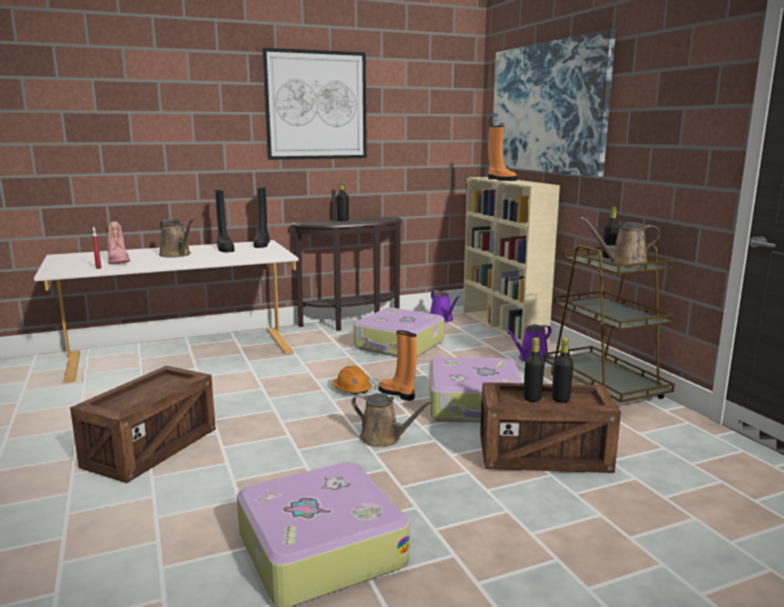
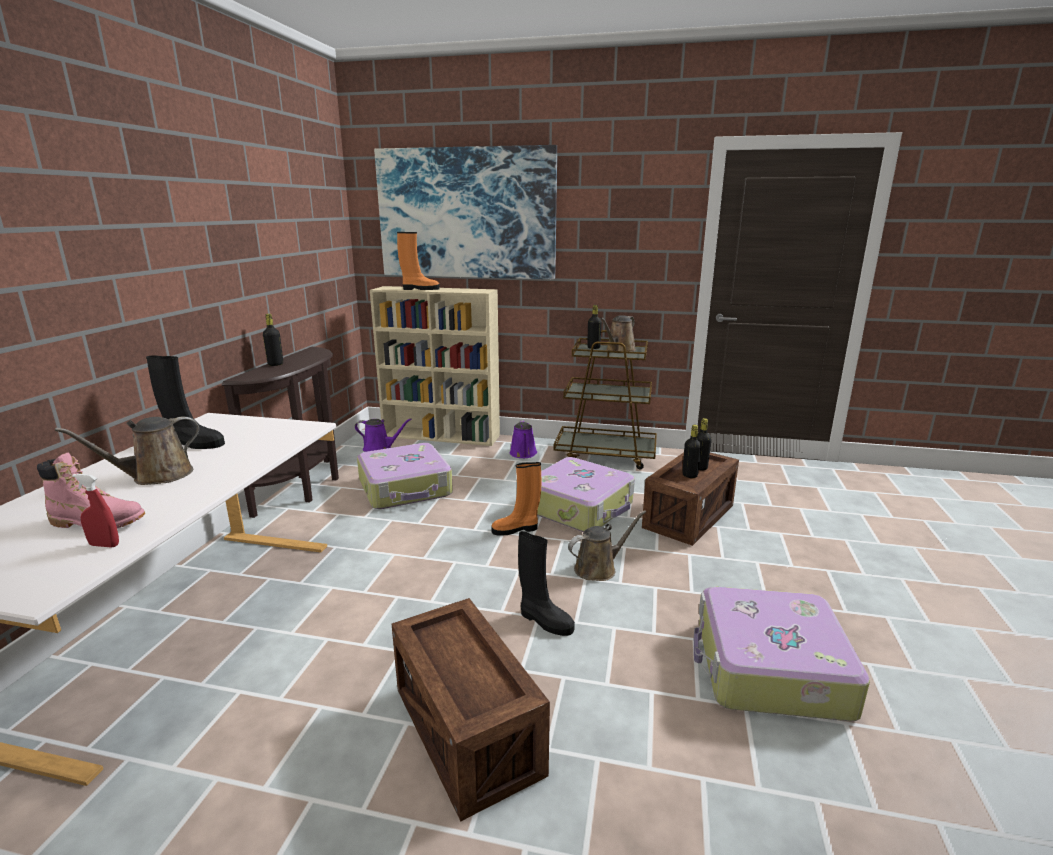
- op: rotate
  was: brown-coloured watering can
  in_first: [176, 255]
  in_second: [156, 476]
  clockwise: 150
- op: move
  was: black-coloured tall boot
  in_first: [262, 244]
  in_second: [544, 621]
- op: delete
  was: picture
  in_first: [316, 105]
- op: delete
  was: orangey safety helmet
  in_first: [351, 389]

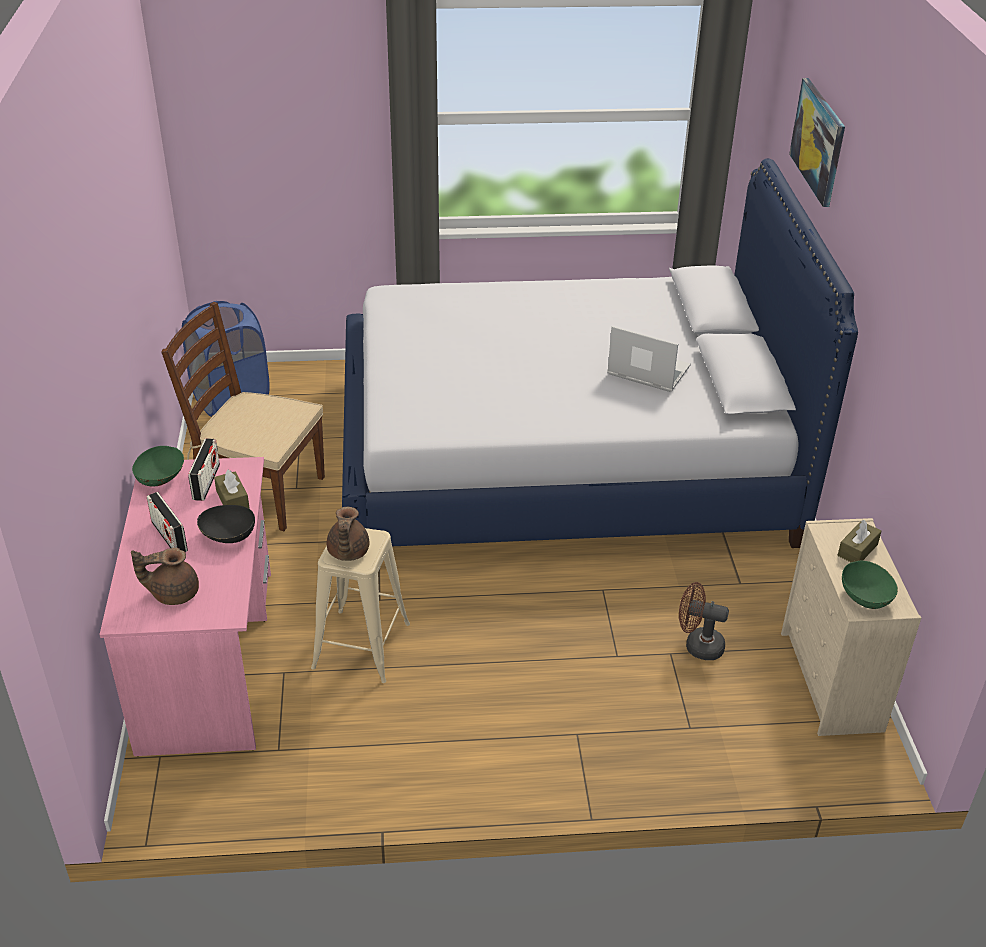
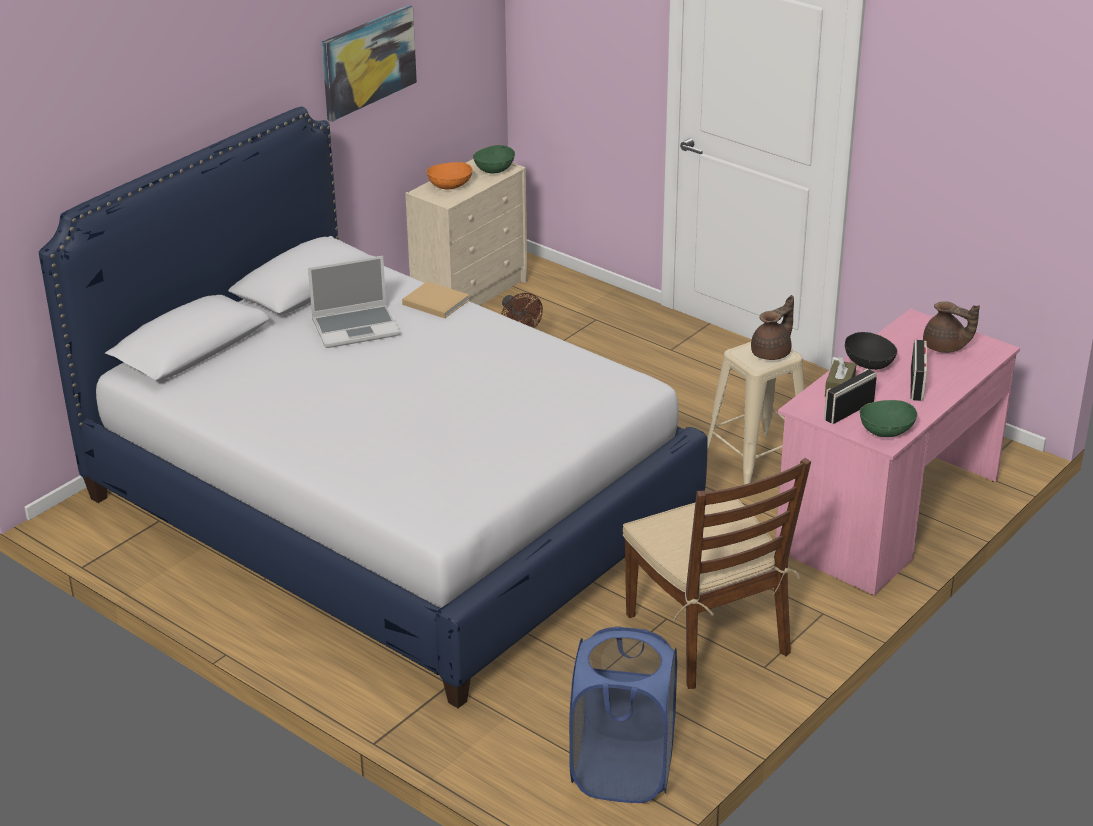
- op: rotate
  was: notebook computer
  in_first: [647, 371]
  in_second: [356, 327]
  clockwise: -90
- op: move
  was: picture
  in_first: [818, 141]
  in_second: [368, 62]
- op: insert
  now: sand-coloured bound book
  in_second: [434, 302]
- op: replace
  was: brown-coloured tissue holder
  now: orangey bowl
  in_first: [857, 550]
  in_second: [450, 186]

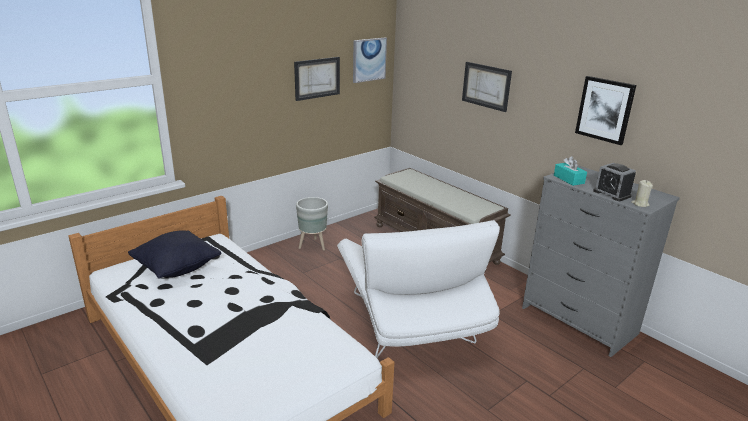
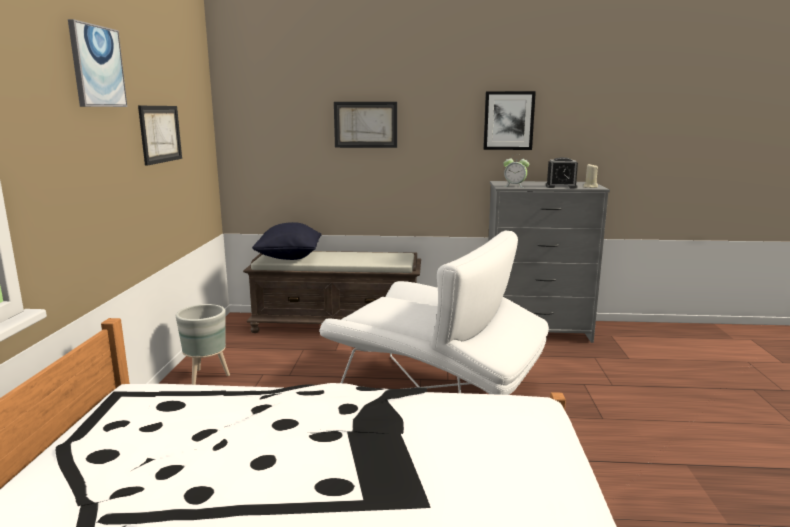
- op: move
  was: picture
  in_first: [369, 59]
  in_second: [97, 66]
- op: move
  was: black-coloured pillow
  in_first: [177, 269]
  in_second: [289, 258]
- op: replace
  was: turquoise-coloured tissue holder
  now: table clock
  in_first: [568, 179]
  in_second: [515, 186]

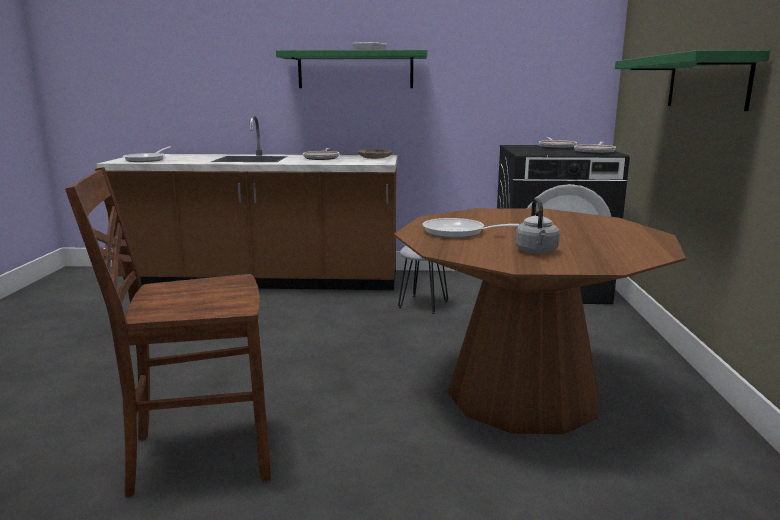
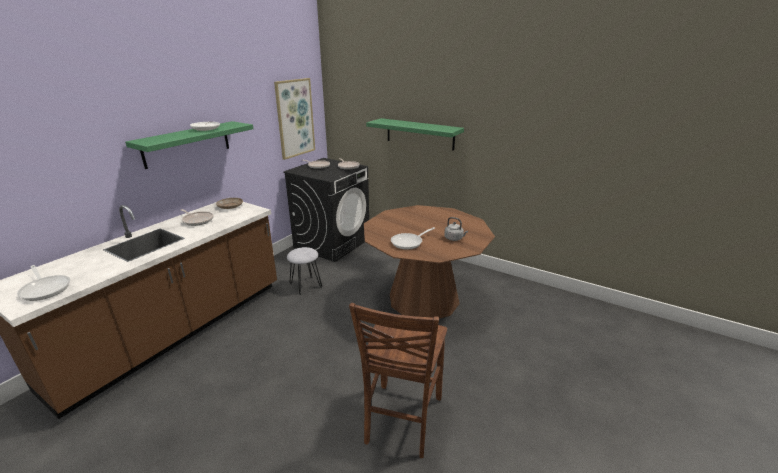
- op: insert
  now: picture
  in_second: [295, 118]

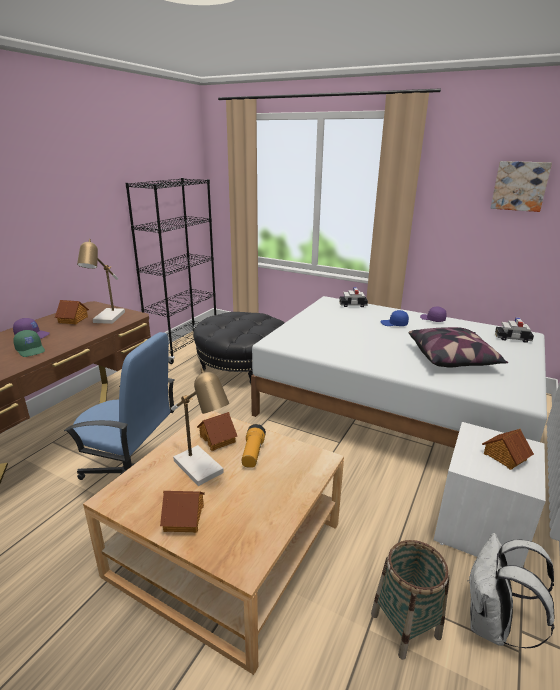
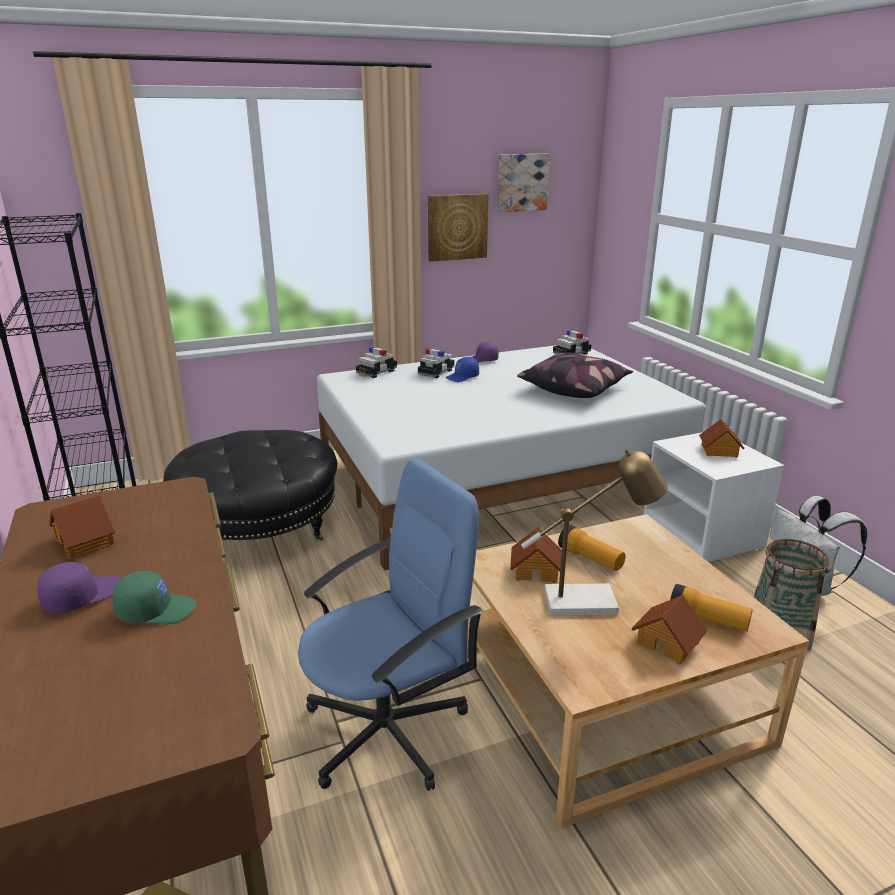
- op: insert
  now: toy car
  in_second: [436, 372]
- op: insert
  now: picture
  in_second: [457, 227]
- op: insert
  now: hand torch
  in_second: [707, 620]
- op: delete
  was: lamp for a table
  in_first: [108, 319]

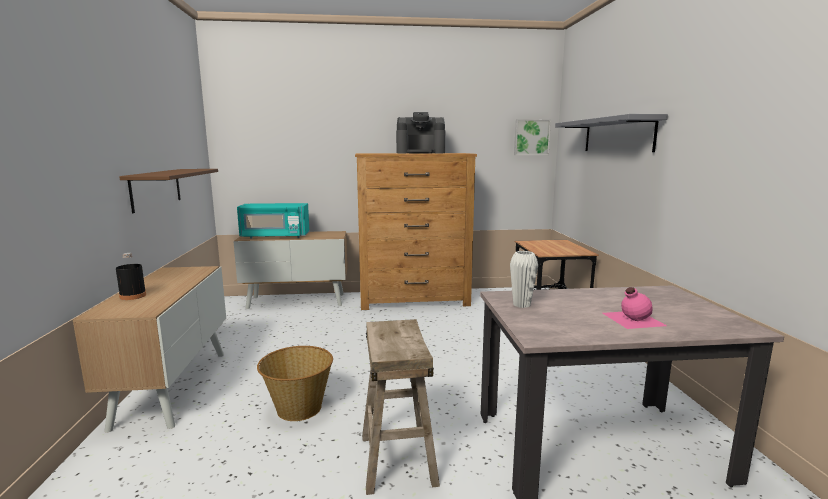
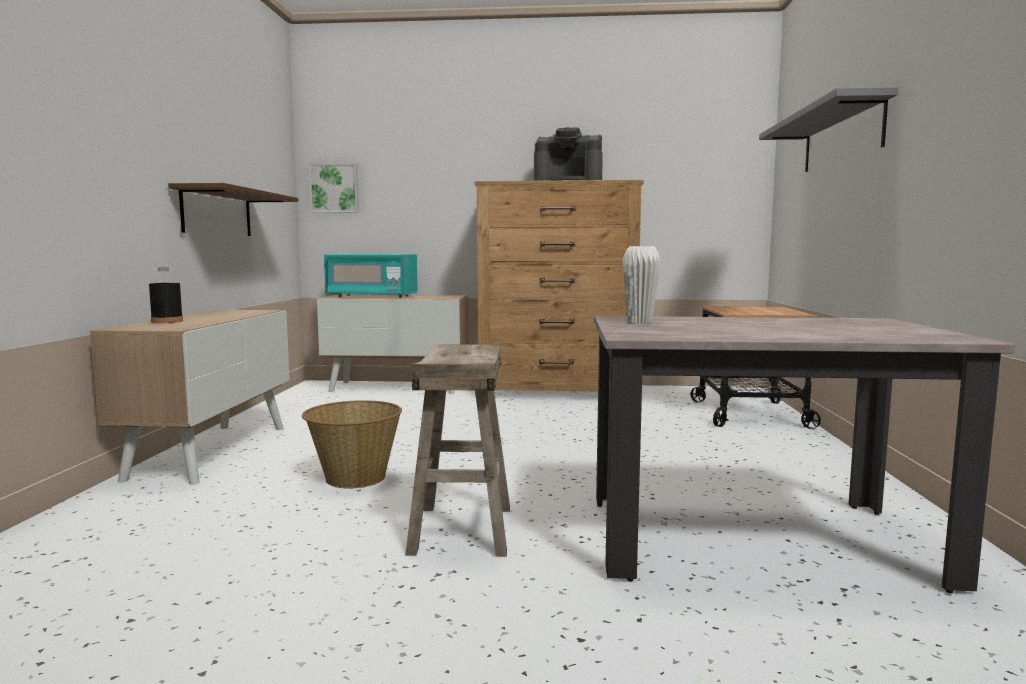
- op: move
  was: picture
  in_first: [531, 137]
  in_second: [334, 188]
- op: delete
  was: pinkish drink bottle
  in_first: [632, 319]

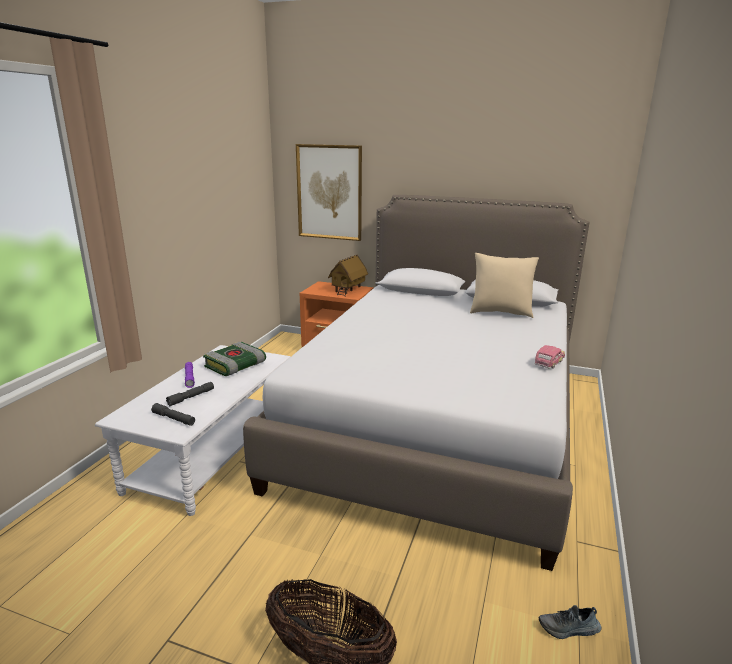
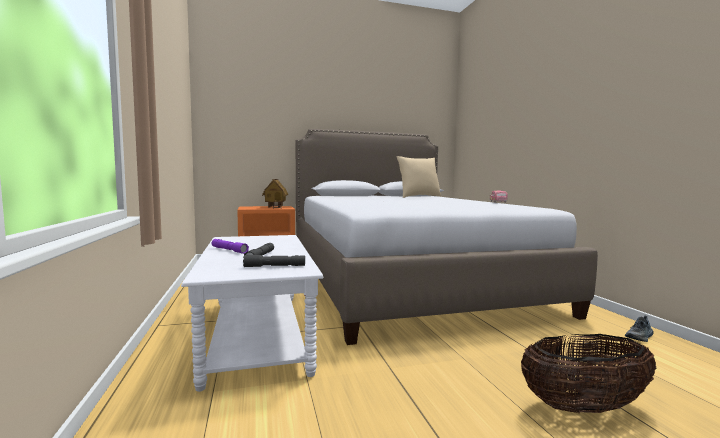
- op: delete
  was: bound book
  in_first: [235, 366]
- op: delete
  was: picture
  in_first: [329, 192]

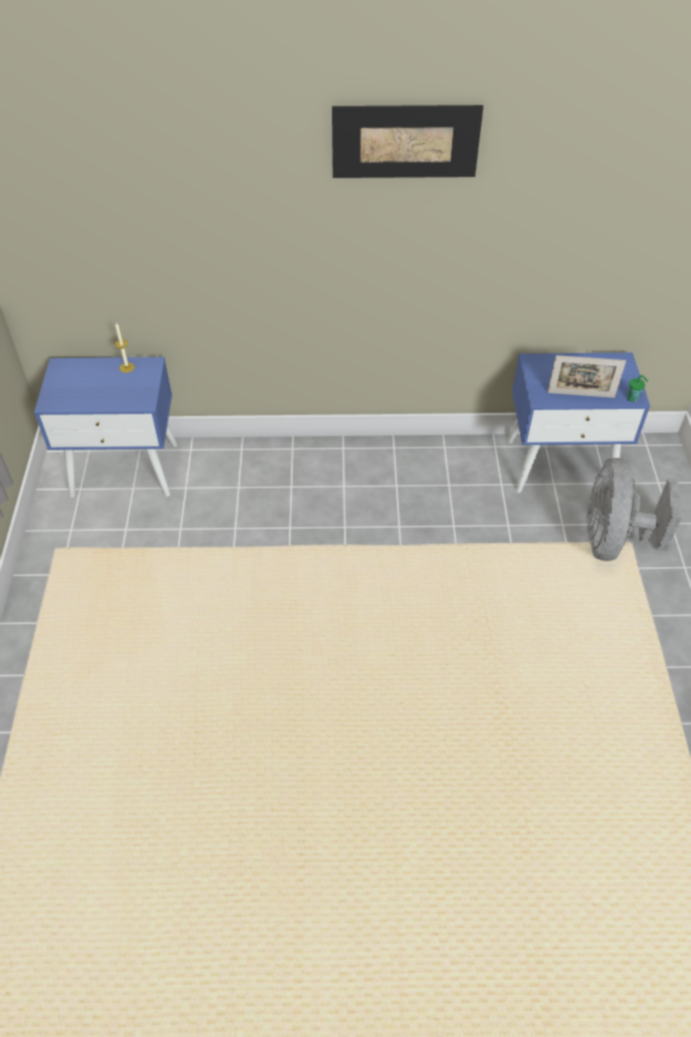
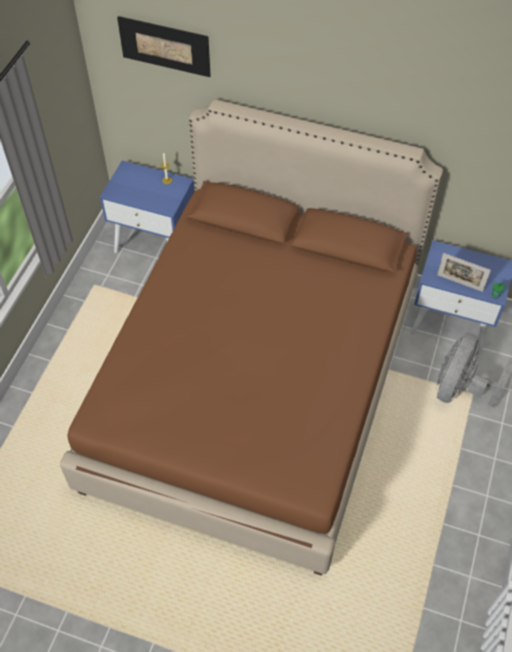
- op: insert
  now: brown-coloured bed
  in_second: [256, 385]
- op: move
  was: picture
  in_first: [405, 141]
  in_second: [164, 46]

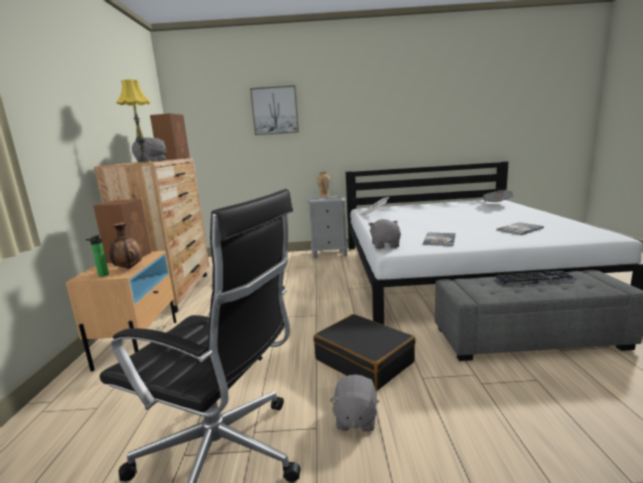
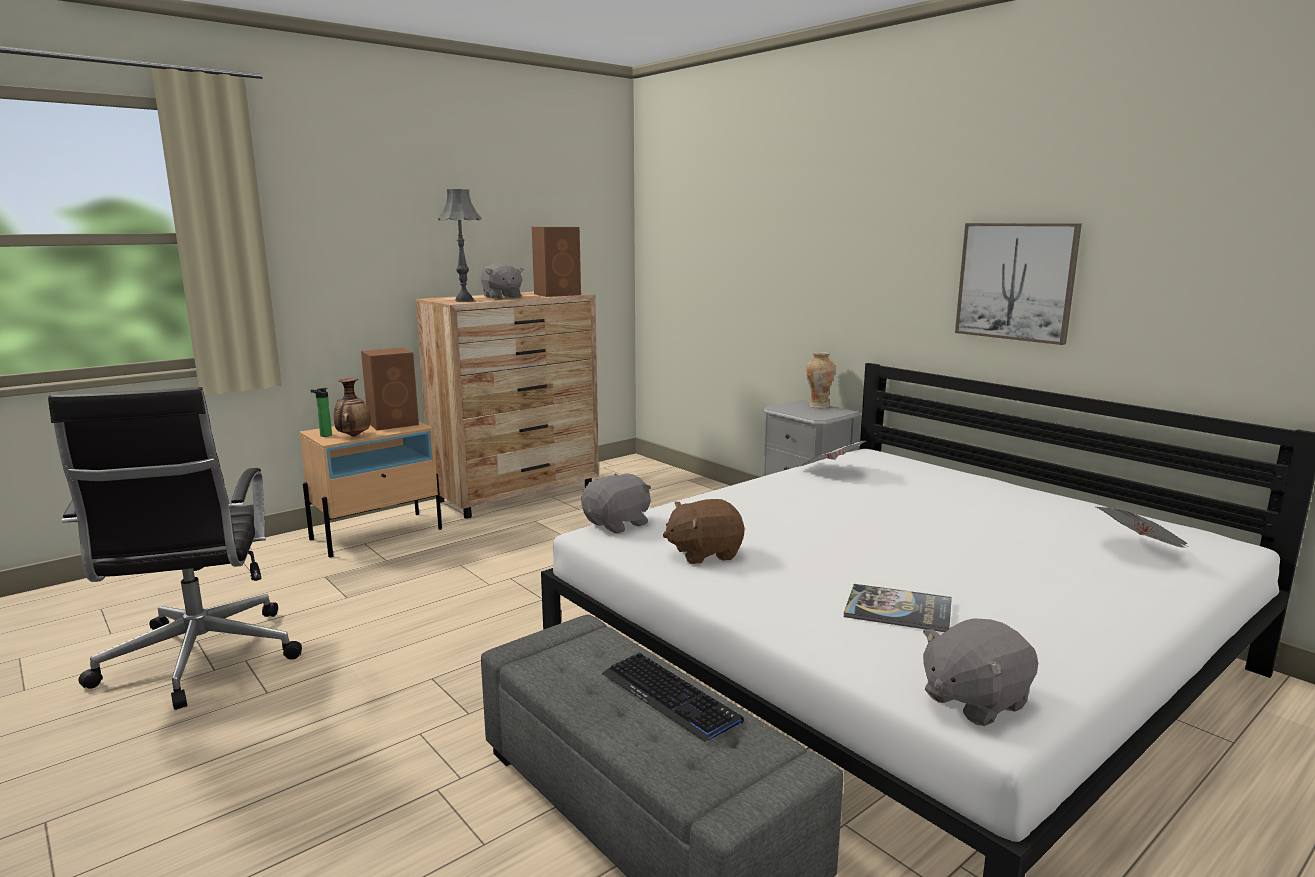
- op: recolor
  was: yellow-coloured lamp for a table
  now: gray lamp for a table
  in_first: [144, 162]
  in_second: [464, 300]
- op: replace
  was: bound book
  now: brown-coloured cuddly toy
  in_first: [439, 240]
  in_second: [704, 553]
- op: move
  was: gray cuddly toy
  in_first: [355, 418]
  in_second: [973, 700]
- op: move
  was: picture
  in_first: [275, 110]
  in_second: [1016, 281]
- op: delete
  was: black-coloured piece of luggage
  in_first: [364, 361]

